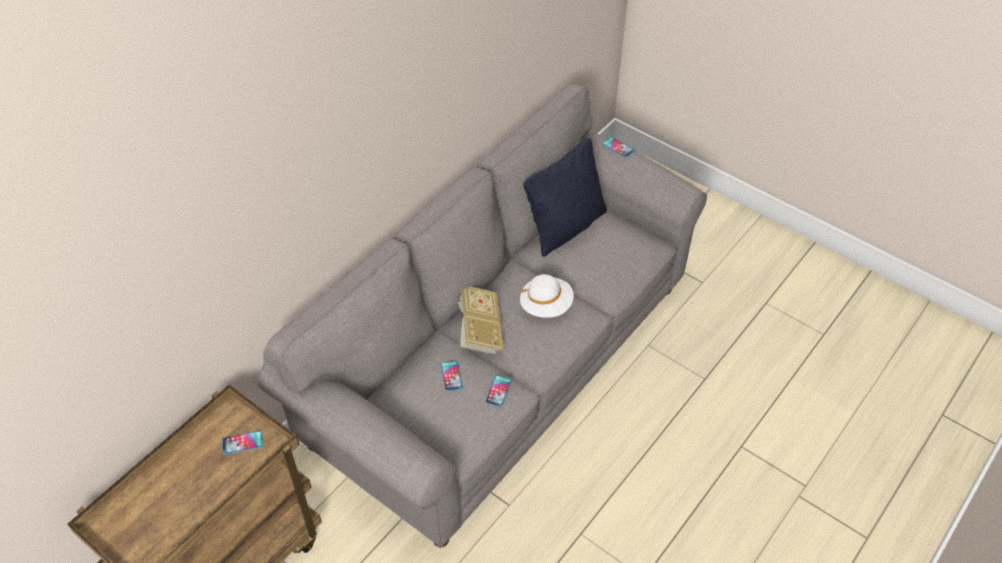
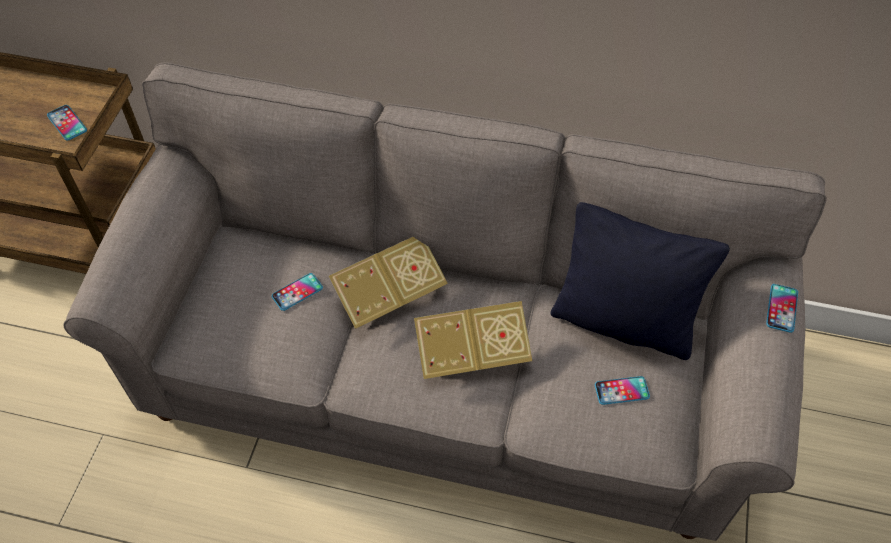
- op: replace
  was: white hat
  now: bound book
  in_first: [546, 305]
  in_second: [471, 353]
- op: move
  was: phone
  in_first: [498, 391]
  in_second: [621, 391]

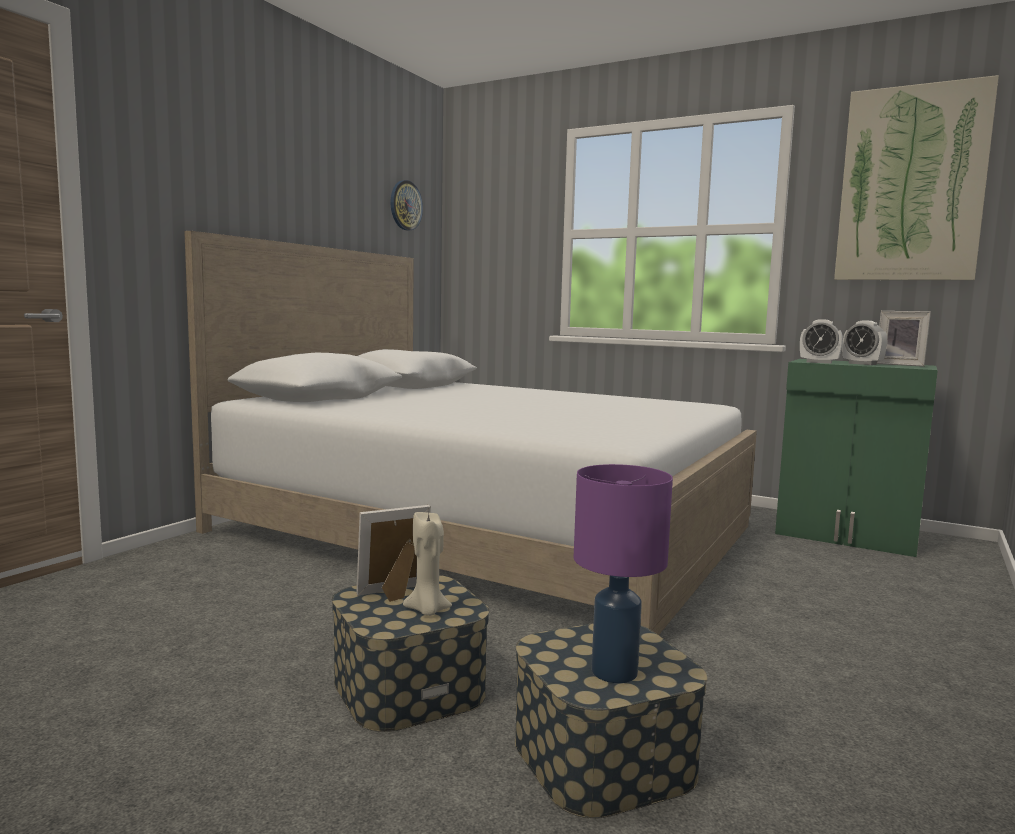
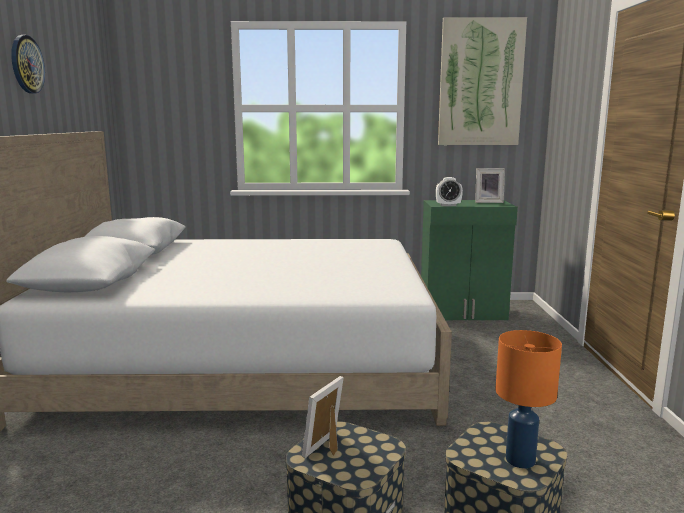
- op: move
  was: clock on the wall
  in_first: [405, 205]
  in_second: [26, 64]
- op: recolor
  was: purple-coloured lamp for a table
  now: orangey lamp for a table
  in_first: [616, 672]
  in_second: [521, 460]
- op: delete
  was: sand-coloured wax candle
  in_first: [427, 610]
- op: delete
  was: table clock
  in_first: [862, 364]

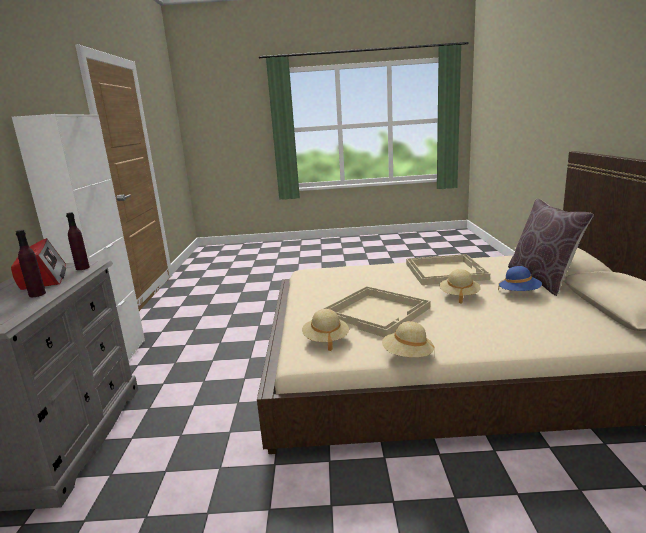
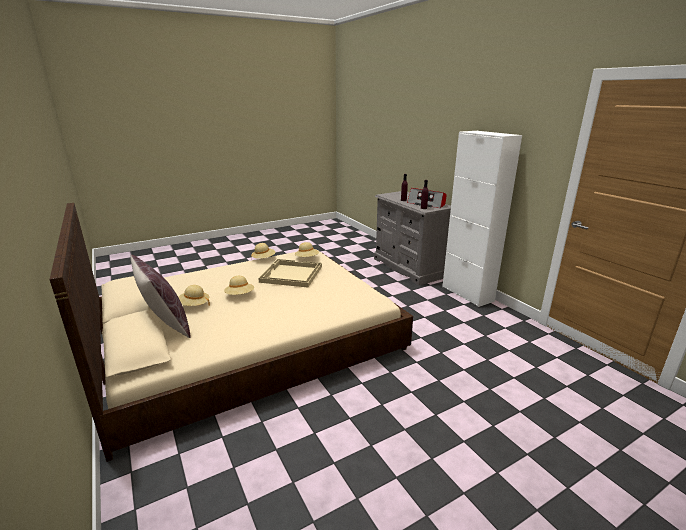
- op: recolor
  was: bluish hat
  now: sand-coloured hat
  in_first: [519, 293]
  in_second: [194, 305]
- op: delete
  was: sand-coloured serving tray
  in_first: [445, 271]

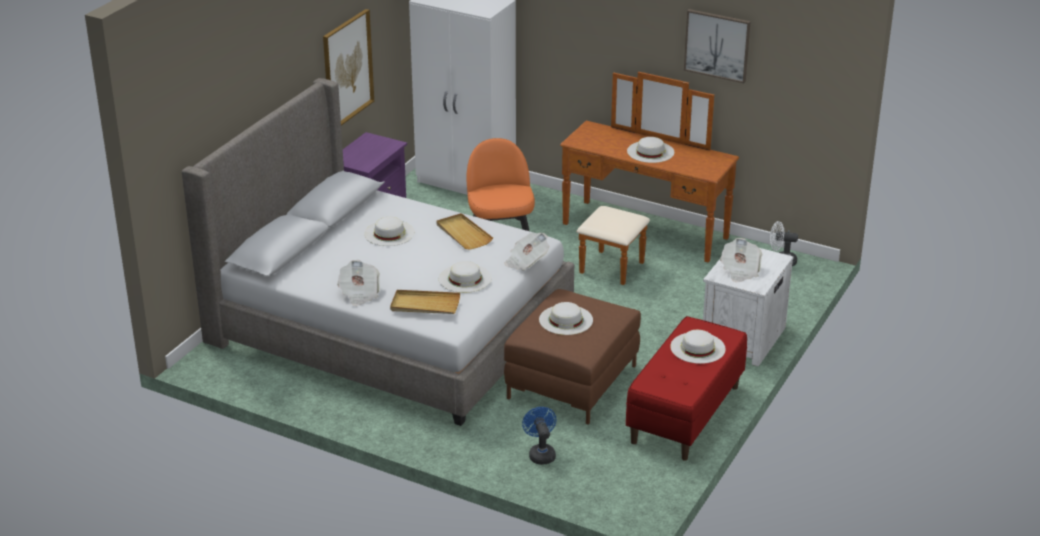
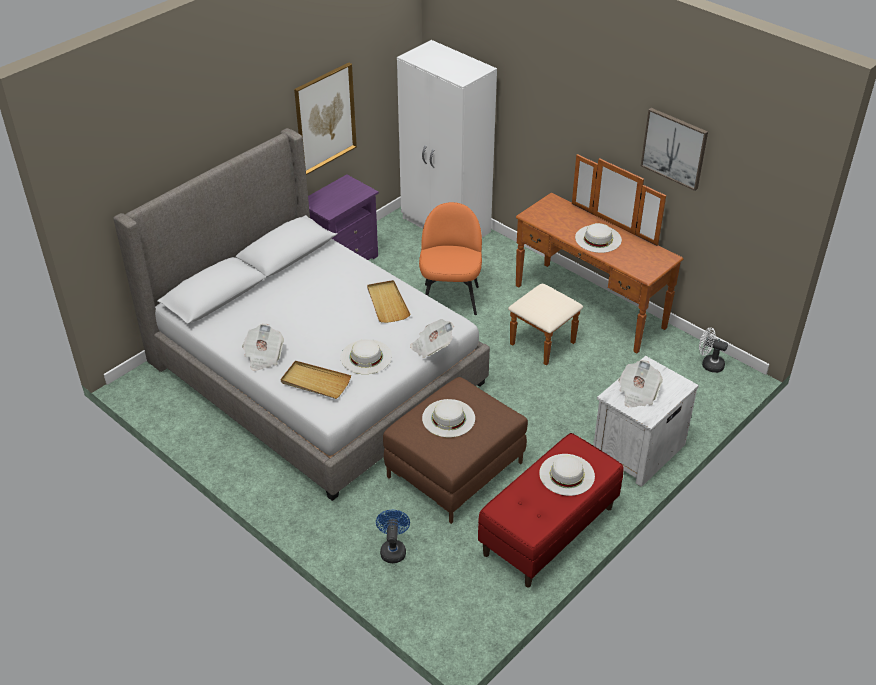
- op: delete
  was: white hat
  in_first: [389, 233]

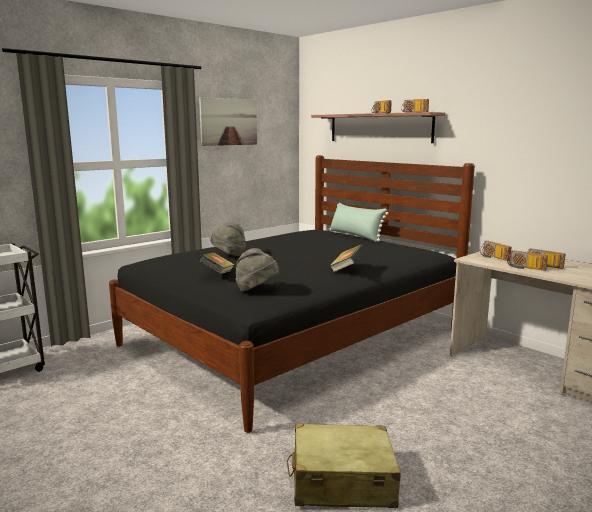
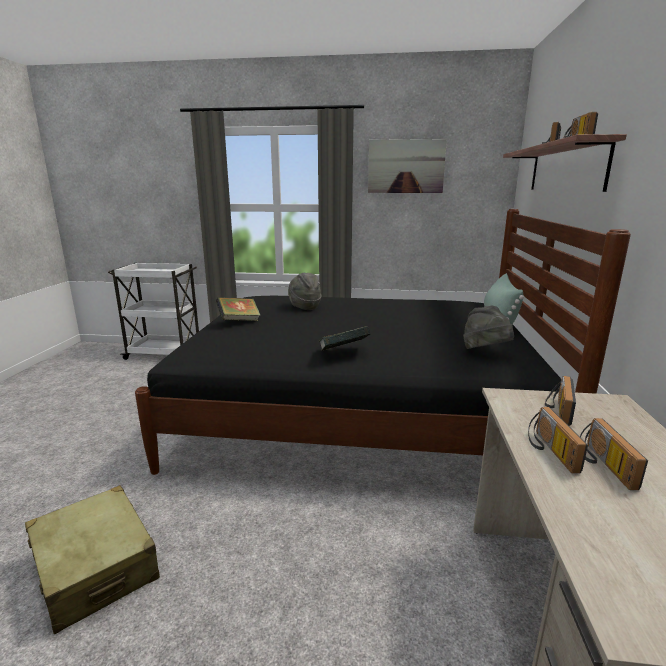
- op: move
  was: gray hat
  in_first: [257, 290]
  in_second: [486, 352]

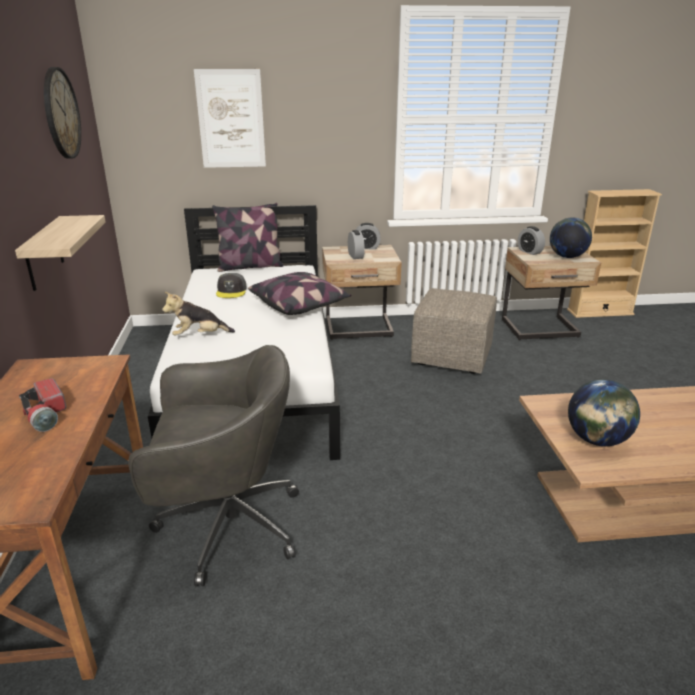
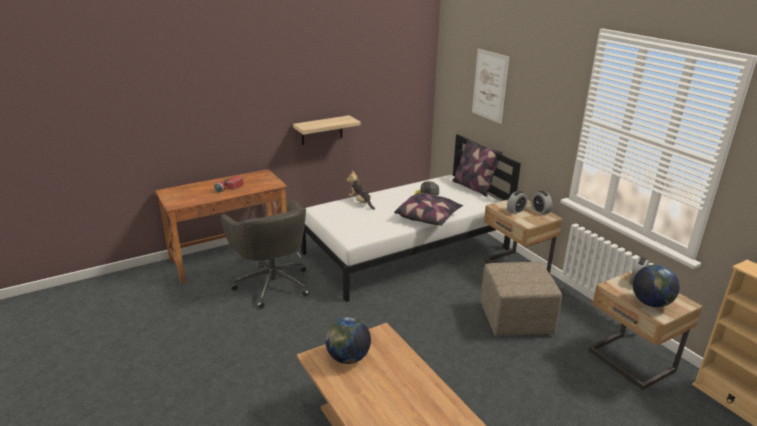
- op: delete
  was: clock on the wall
  in_first: [61, 113]

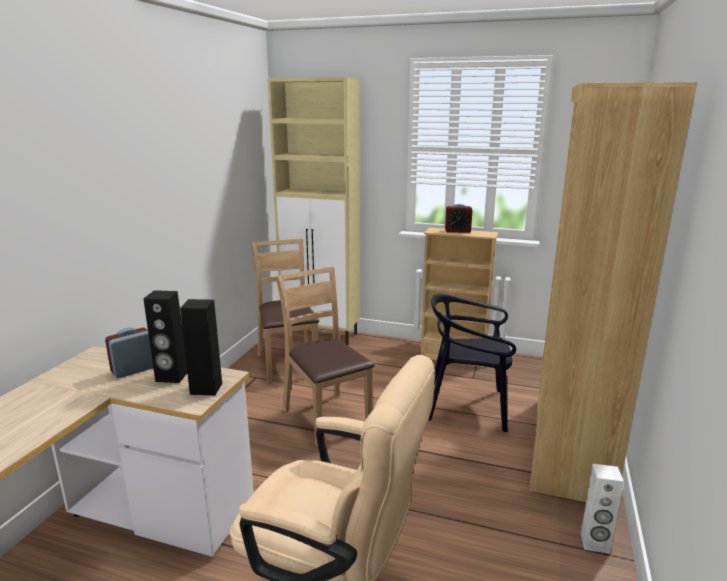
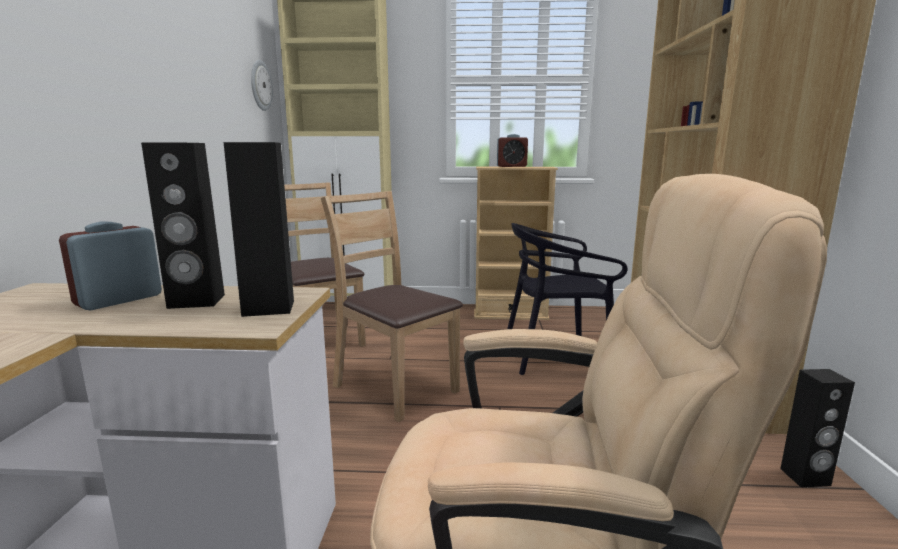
- op: insert
  now: clock on the wall
  in_second: [260, 85]
- op: recolor
  was: white loudspeaker
  now: black-coloured loudspeaker
  in_first: [595, 543]
  in_second: [805, 477]

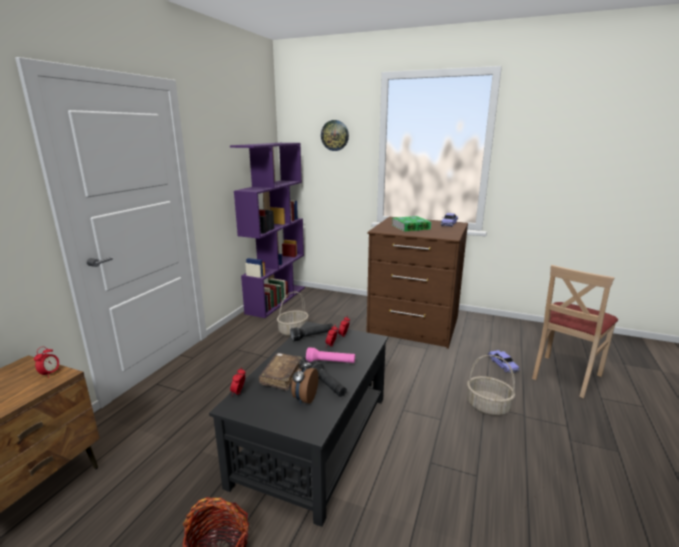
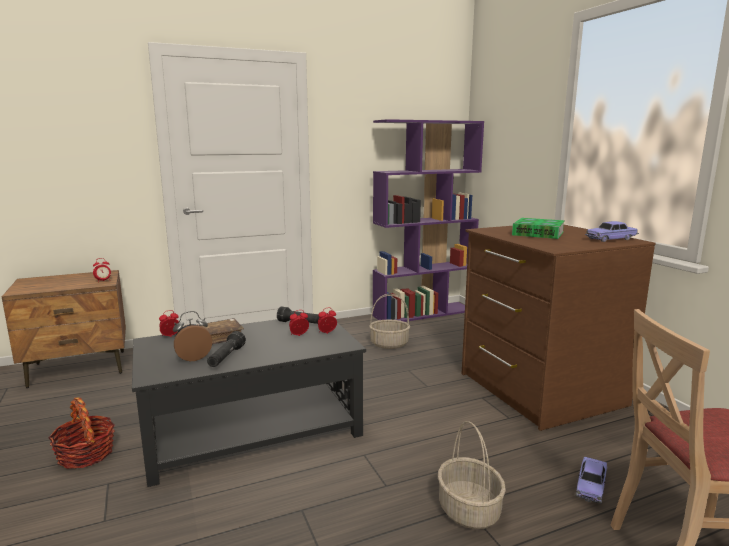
- op: delete
  was: pinkish hand torch
  in_first: [330, 362]
- op: delete
  was: clock on the wall
  in_first: [335, 135]

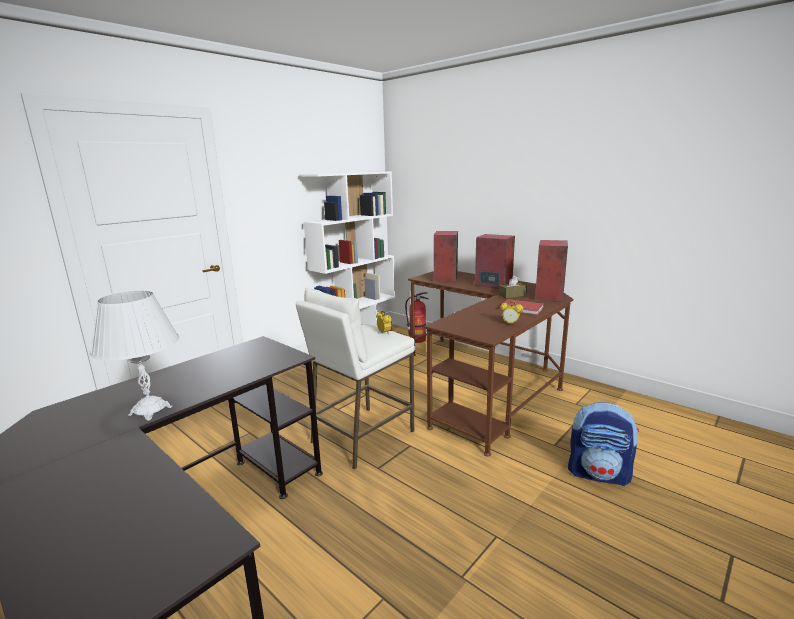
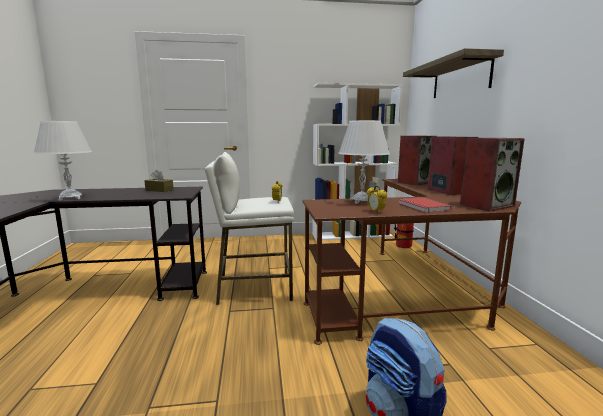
- op: move
  was: brown-coloured tissue holder
  in_first: [512, 295]
  in_second: [159, 190]
- op: insert
  now: white lamp for a table
  in_second: [361, 201]
- op: insert
  now: wall shelf
  in_second: [460, 78]

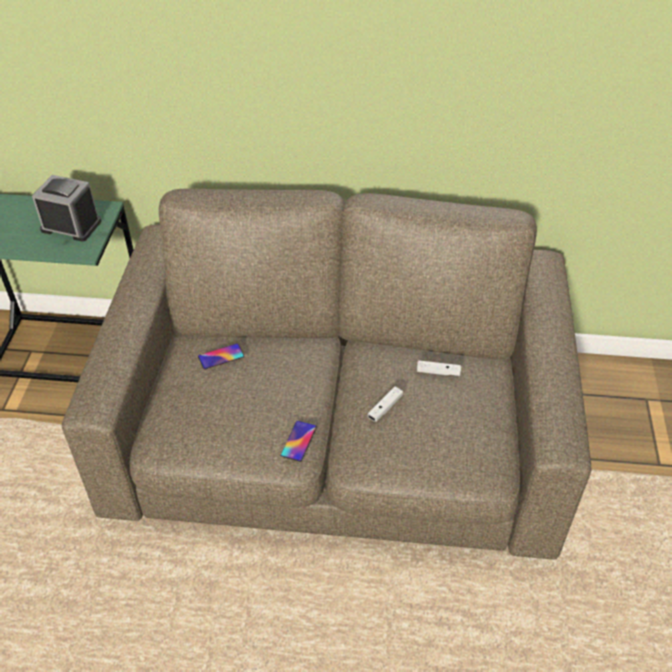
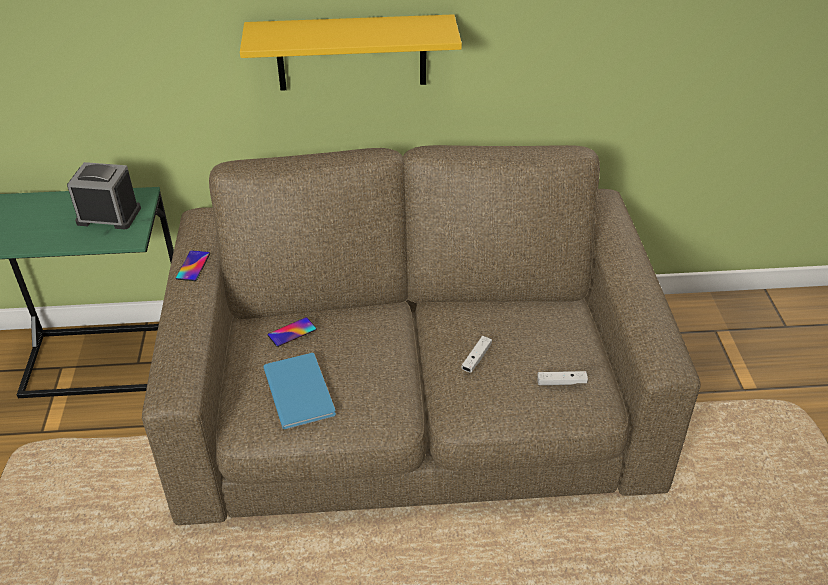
- op: move
  was: phone
  in_first: [299, 441]
  in_second: [193, 266]
- op: insert
  now: yellow-coloured wall shelf
  in_second: [351, 53]
- op: insert
  now: bluish bound book
  in_second: [301, 389]
- op: move
  was: white game controller
  in_first: [438, 372]
  in_second: [561, 382]

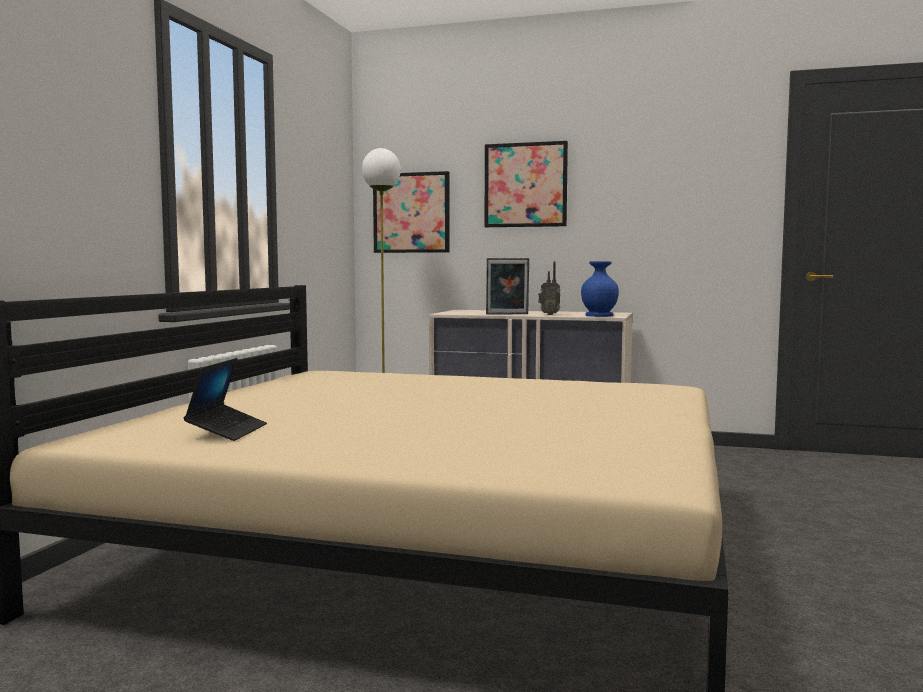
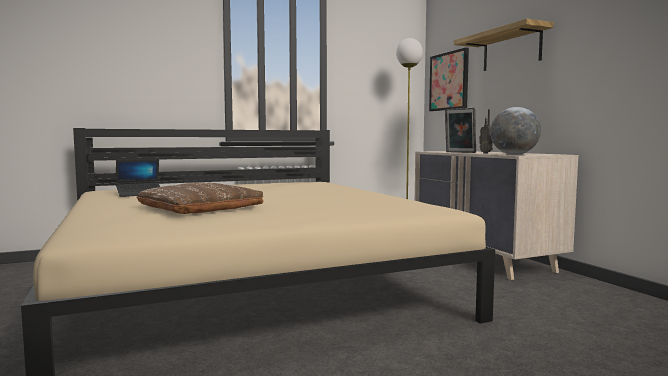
- op: insert
  now: brown-coloured pillow
  in_second: [200, 208]
- op: replace
  was: picture
  now: wall shelf
  in_first: [526, 185]
  in_second: [511, 49]
- op: replace
  was: bluish decorative vase
  now: world globe
  in_first: [598, 315]
  in_second: [514, 154]

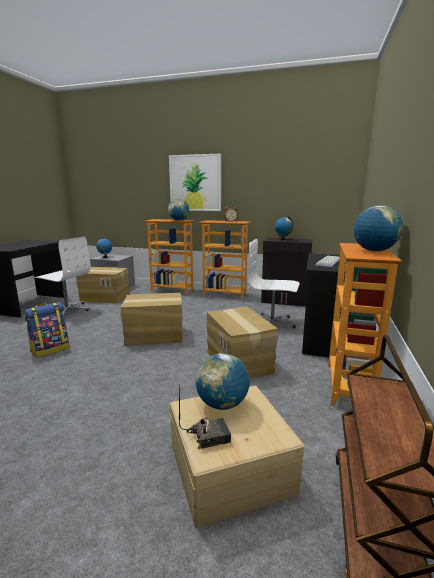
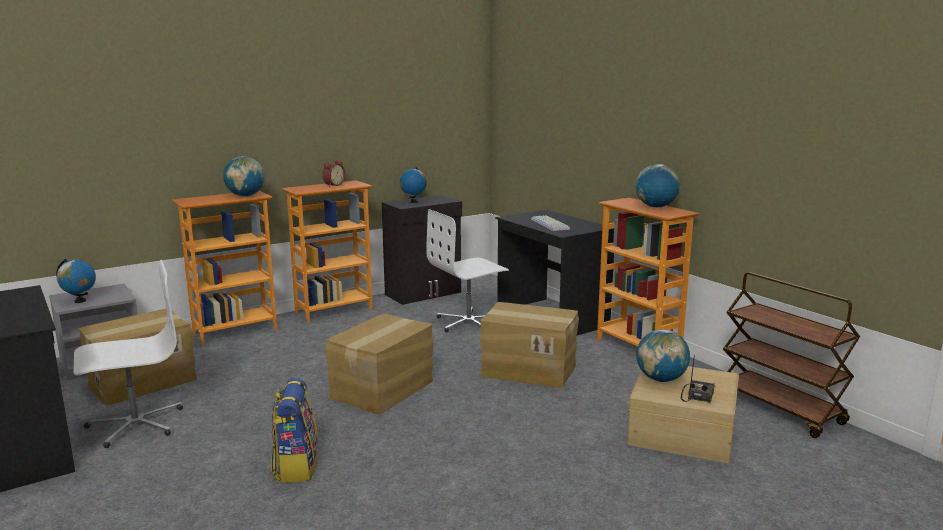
- op: delete
  was: picture
  in_first: [195, 183]

